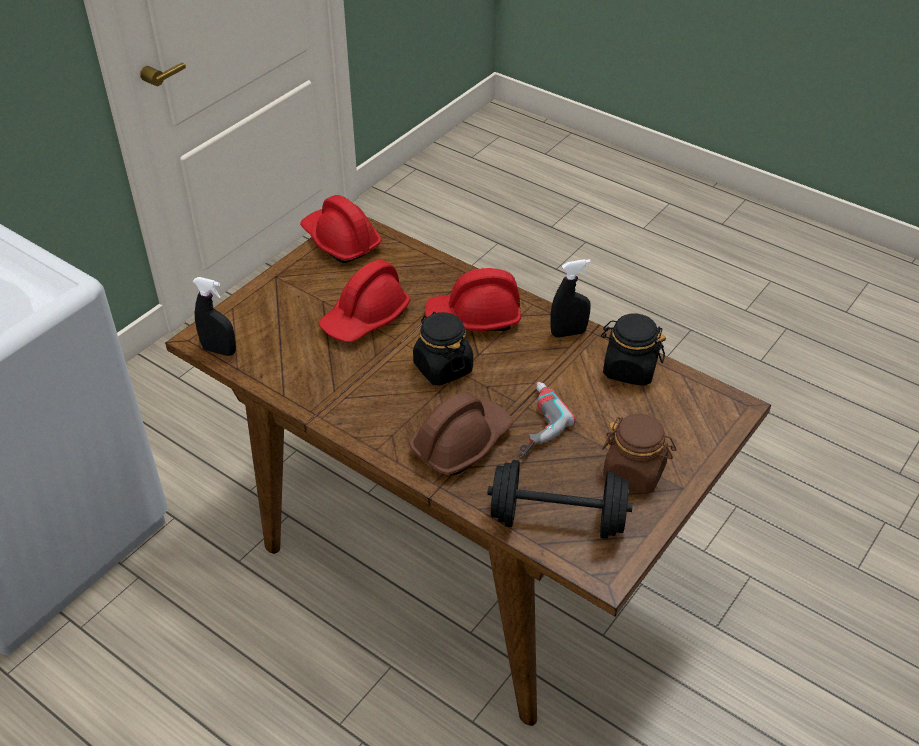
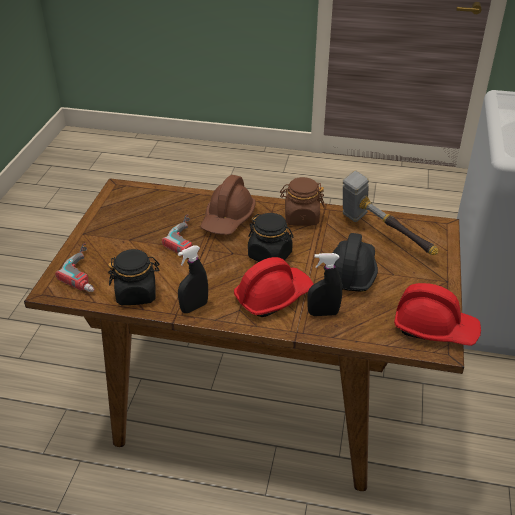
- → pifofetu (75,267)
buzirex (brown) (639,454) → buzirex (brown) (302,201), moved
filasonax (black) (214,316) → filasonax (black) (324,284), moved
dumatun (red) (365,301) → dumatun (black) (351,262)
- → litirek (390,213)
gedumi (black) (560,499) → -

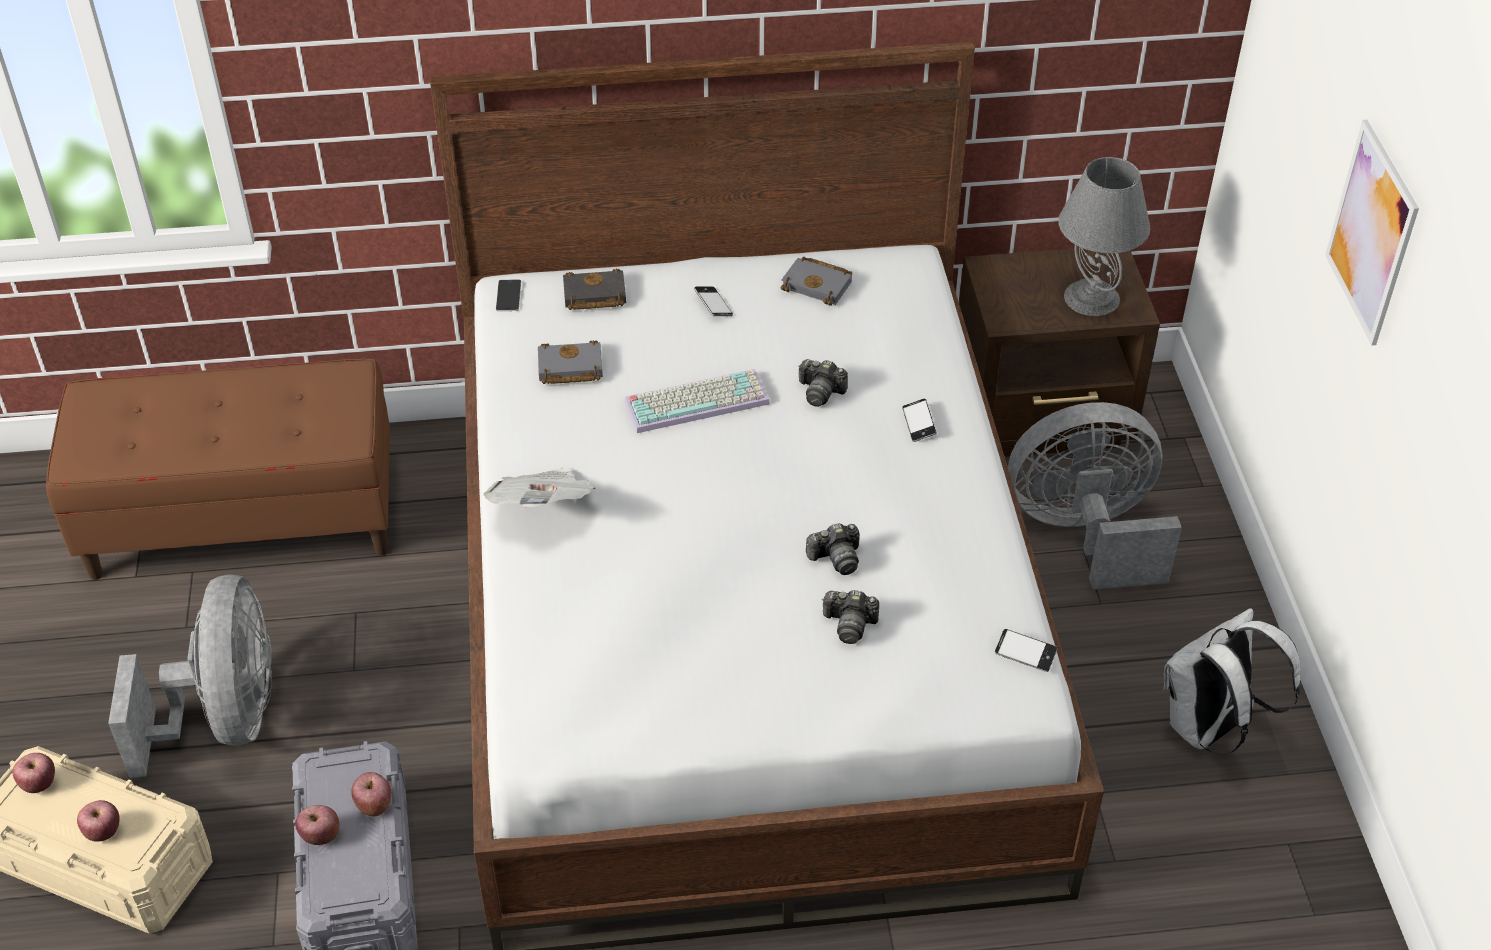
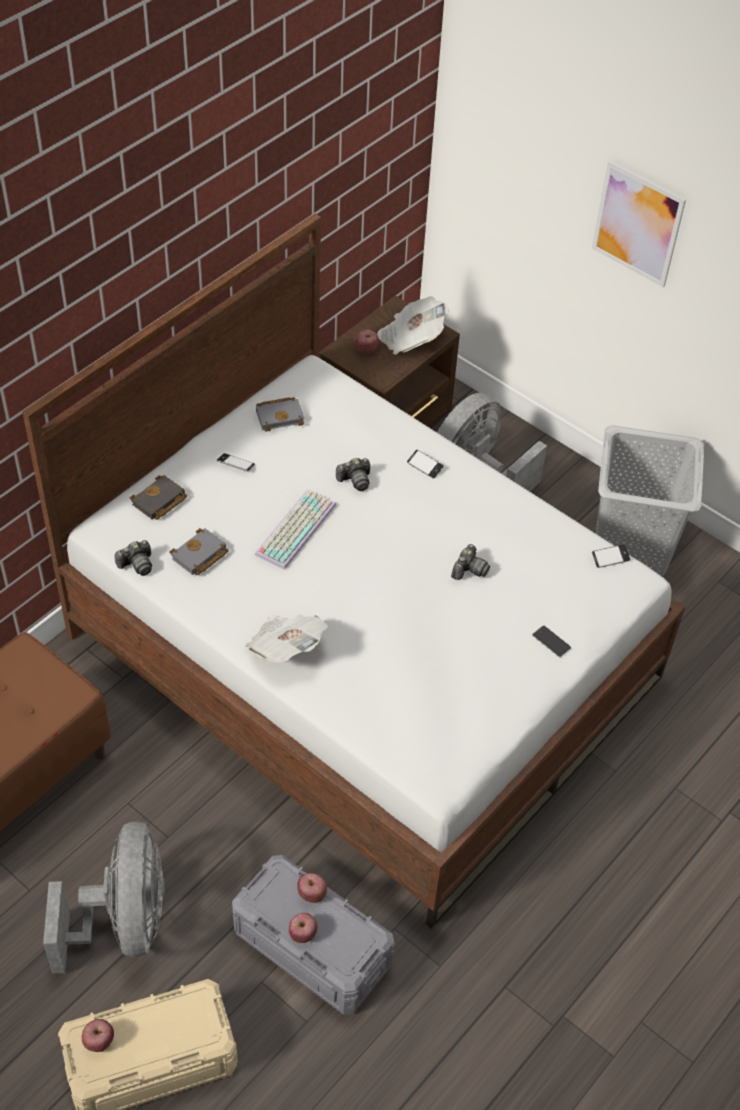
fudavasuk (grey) (190,676) → fudavasuk (grey) (104,897), 45 degrees clockwise
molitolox (850,617) → molitolox (133,558), moved
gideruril (98,821) → gideruril (367,342), moved
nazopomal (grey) (1104,236) → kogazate (413,325)
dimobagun (508,295) → dimobagun (551,641), moved
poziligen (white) (1231,681) → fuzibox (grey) (650,500)

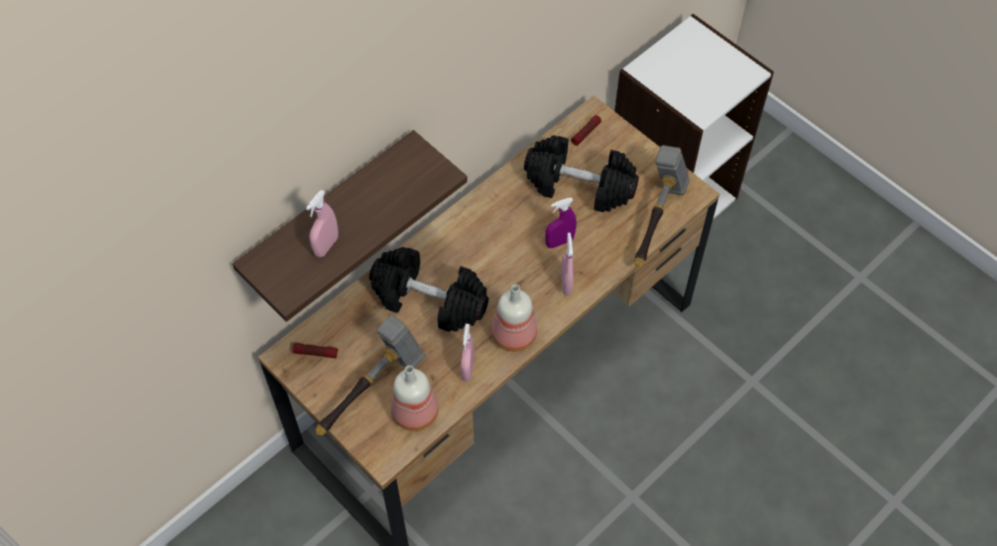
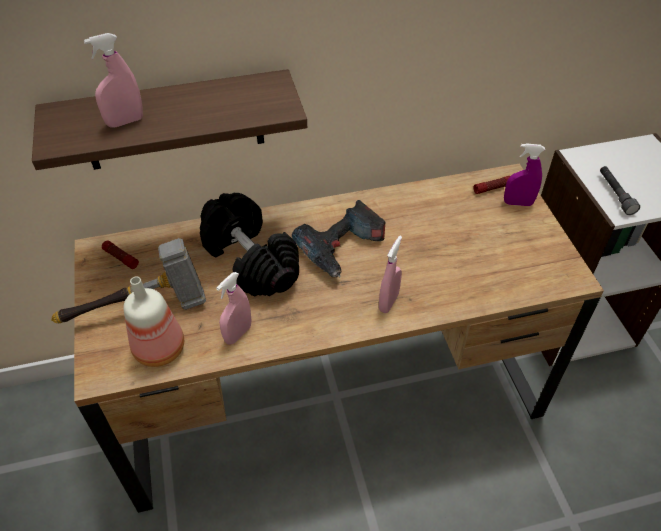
- → pifofetu (338,238)
filasonax (purple) (560,223) → filasonax (purple) (524,174), moved
- → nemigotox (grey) (620,190)
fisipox (514,318) → -
gedumi (black) (581,173) → -
litirek (662,206) → -

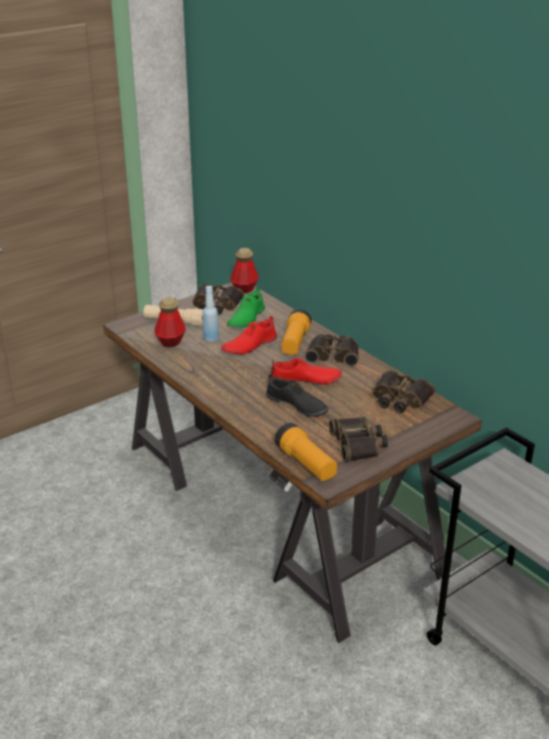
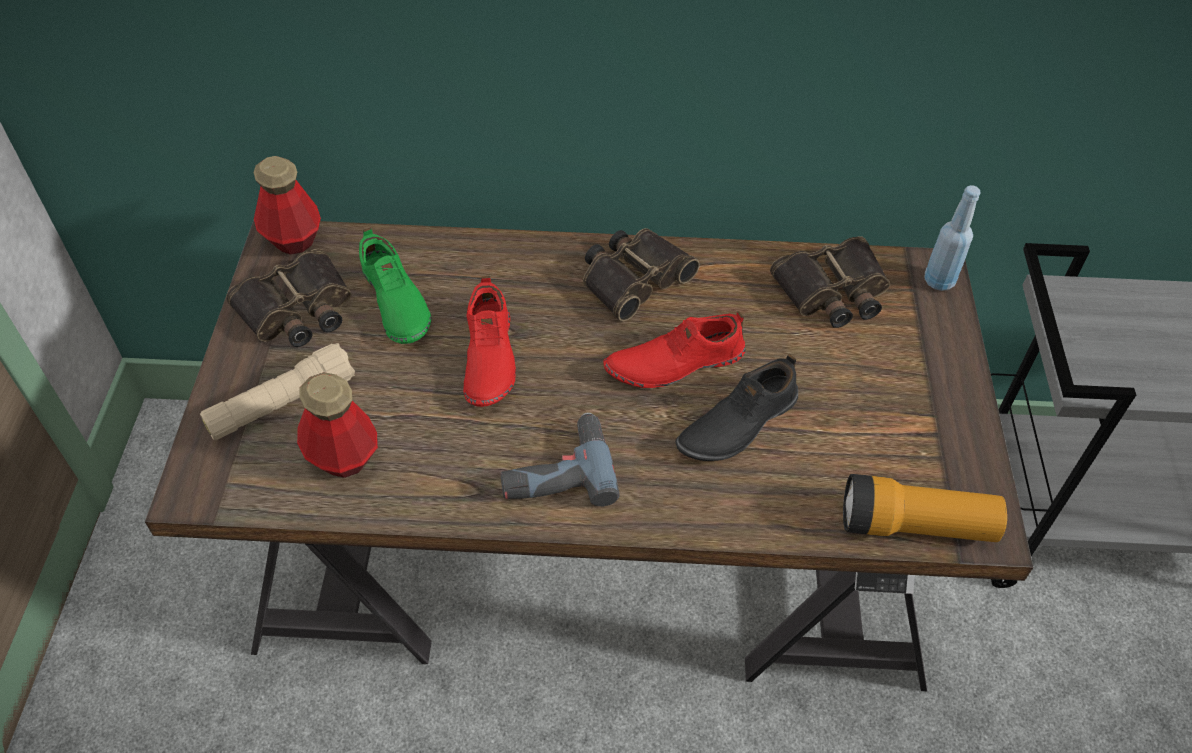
- → pifofetu (560,459)
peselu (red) (306,371) → peselu (red) (674,349), 150 degrees counterclockwise
peselu (black) (297,395) → peselu (black) (736,407), 150 degrees clockwise
fisipox (blue) (210,314) → fisipox (blue) (952,238), moved
nemigotox (296,332) → -
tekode (358,439) → -

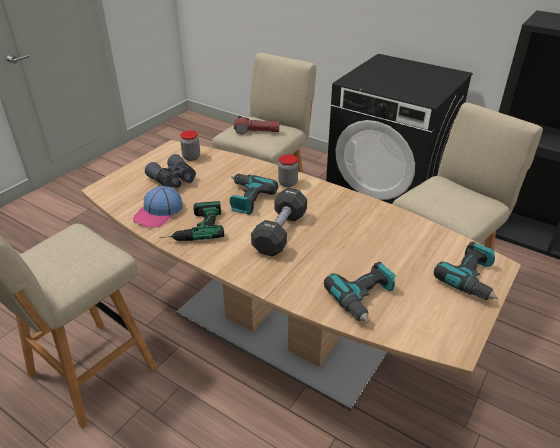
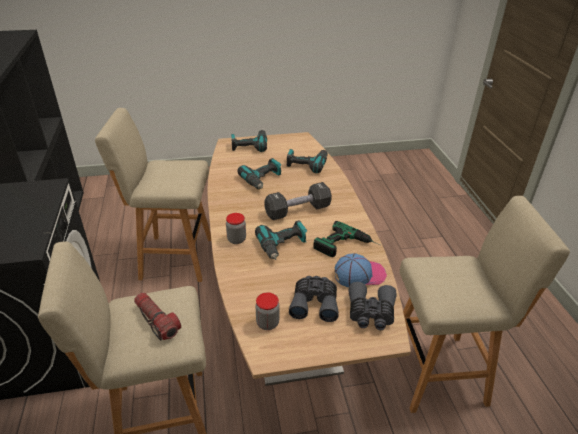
- → pifofetu (259,173)
- → tekode (grey) (372,306)

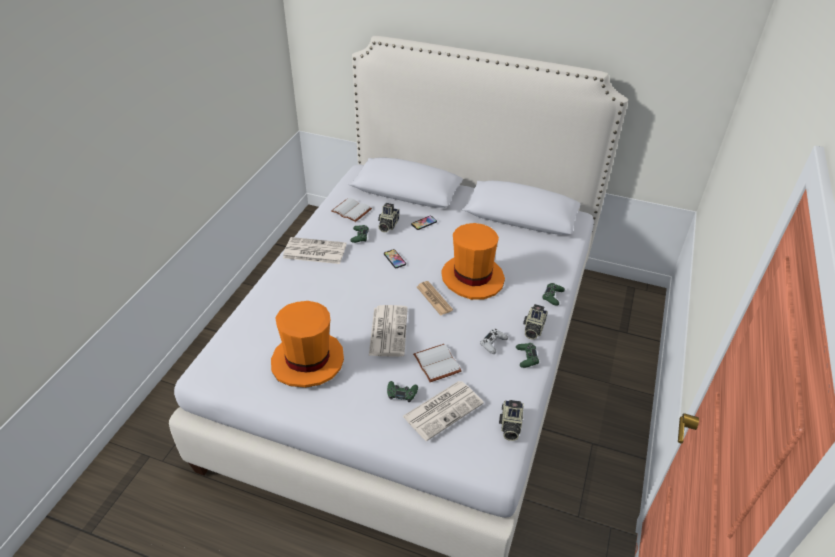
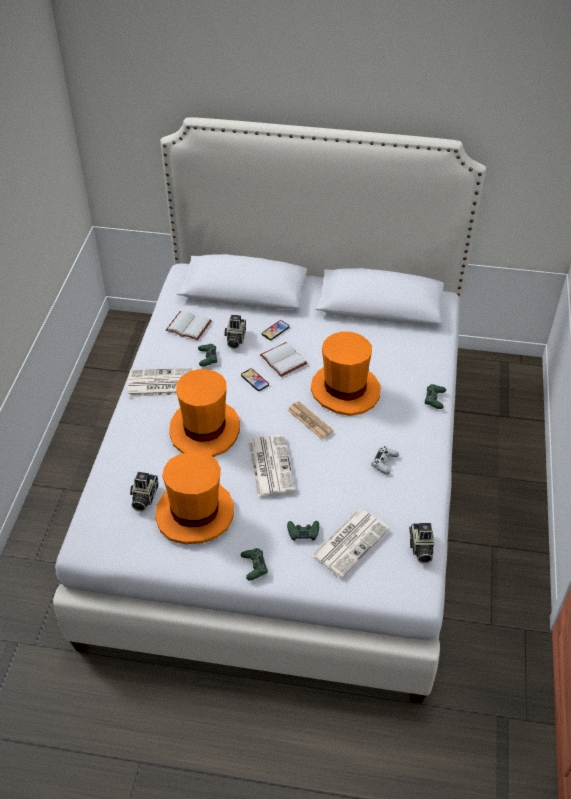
molitolox (535,321) → molitolox (144,491), moved
- → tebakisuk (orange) (204,413)
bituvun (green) (527,355) → bituvun (green) (254,564), moved
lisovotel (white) (437,363) → lisovotel (white) (283,359), moved

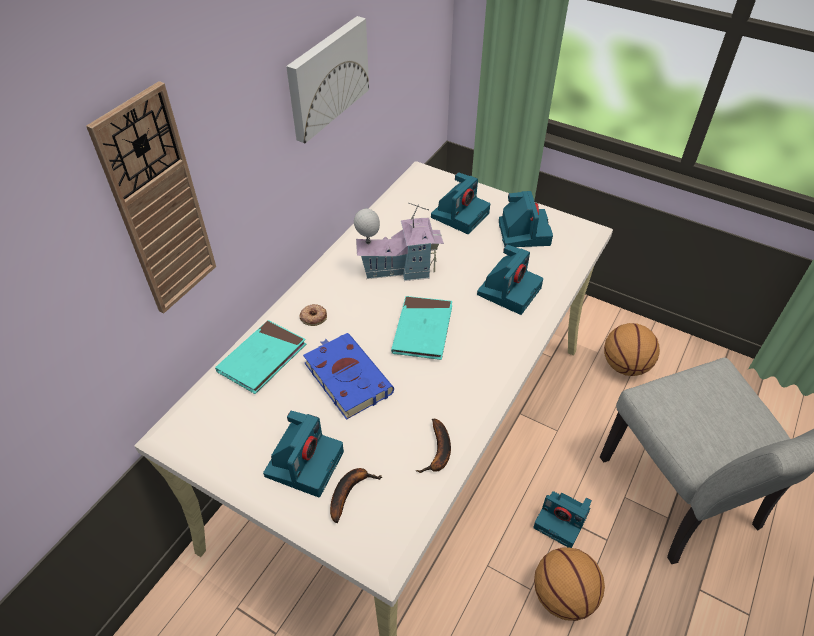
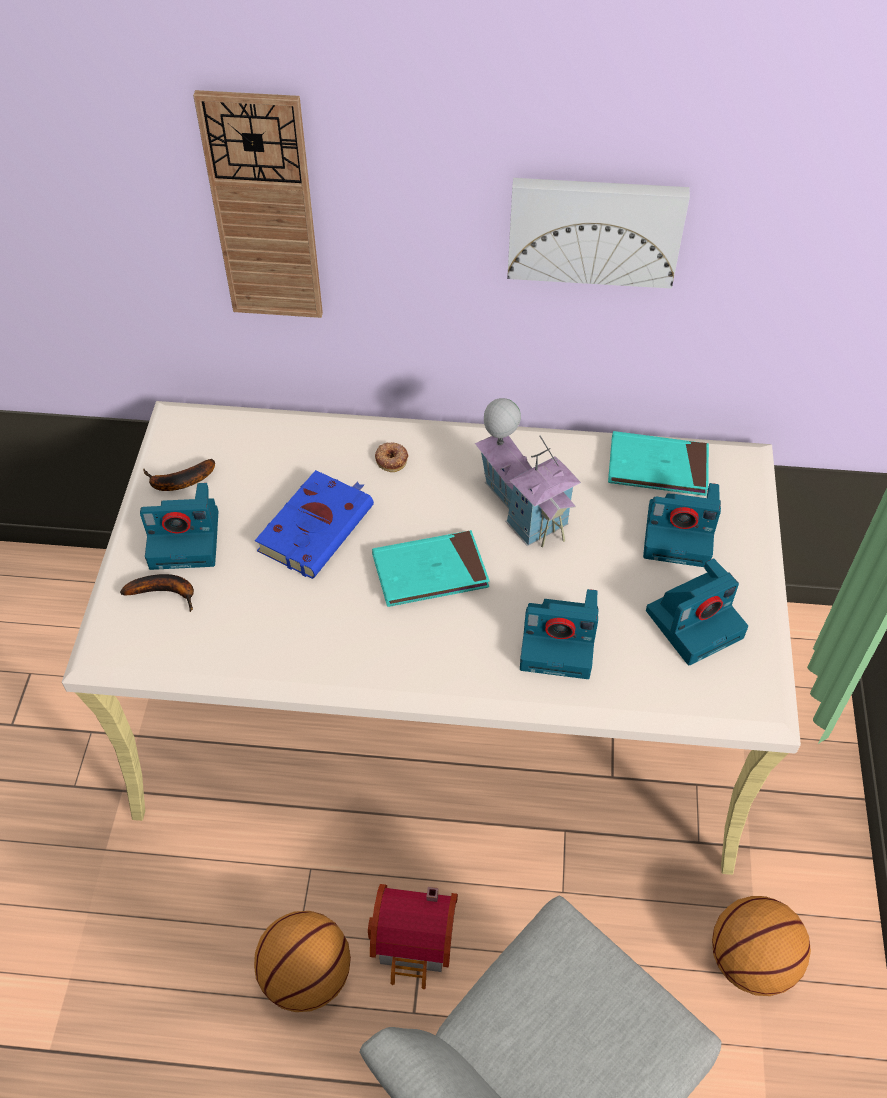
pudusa (433,445) → pudusa (179,475), moved
molitolox (562,519) → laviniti (413,937)
lisovotel (turquoise) (260,357) → lisovotel (turquoise) (658,463), moved

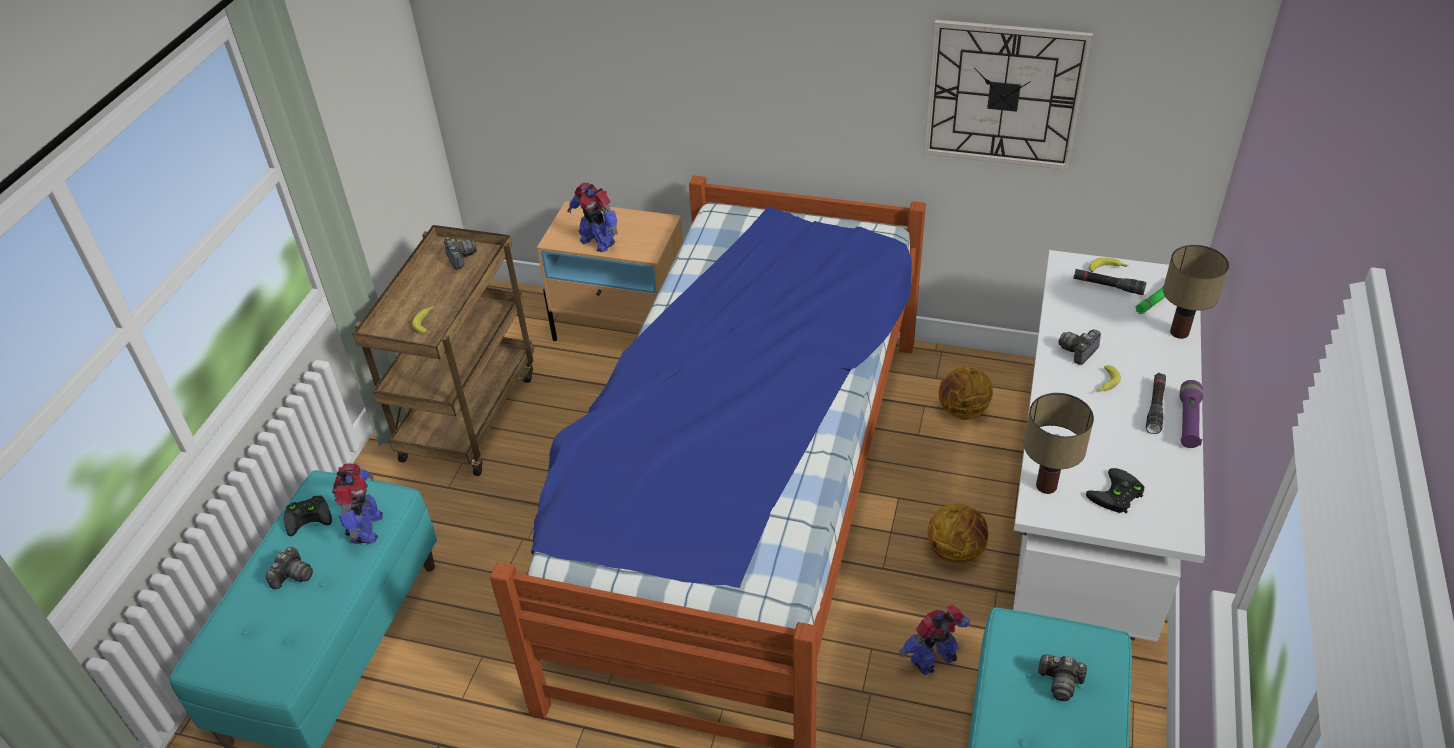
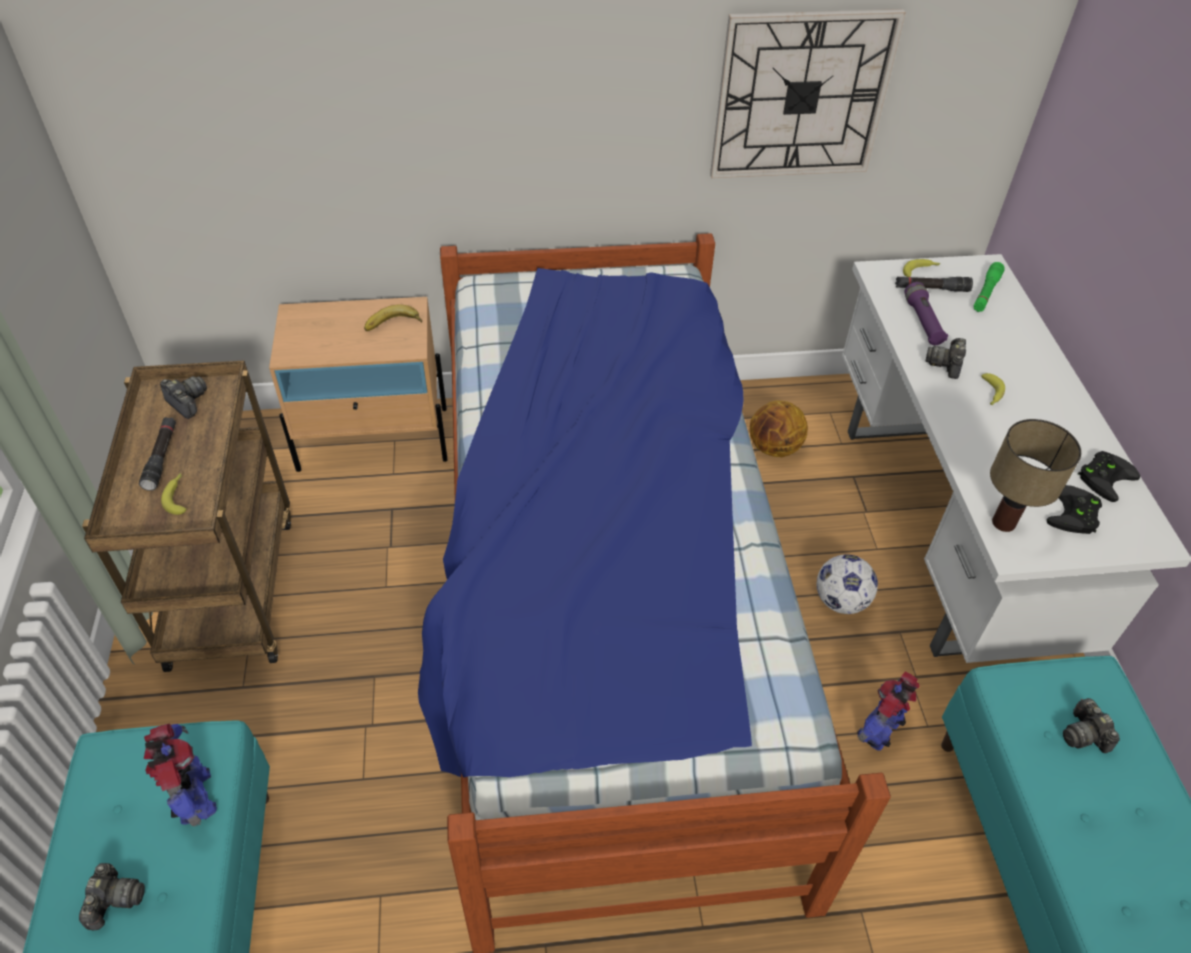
nemigotox (black) (1156,403) → nemigotox (black) (157,454), moved
- → pudusa (393,317)
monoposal (957,533) → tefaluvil (847,584)
nemigotox (purple) (1191,414) → nemigotox (purple) (926,313), moved
molitolox (1062,677) → molitolox (1091,725), 75 degrees clockwise
bituvun (black) (308,516) → bituvun (black) (1109,476), moved
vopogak (593,217) → -
nazopomal (1196,292) → -

